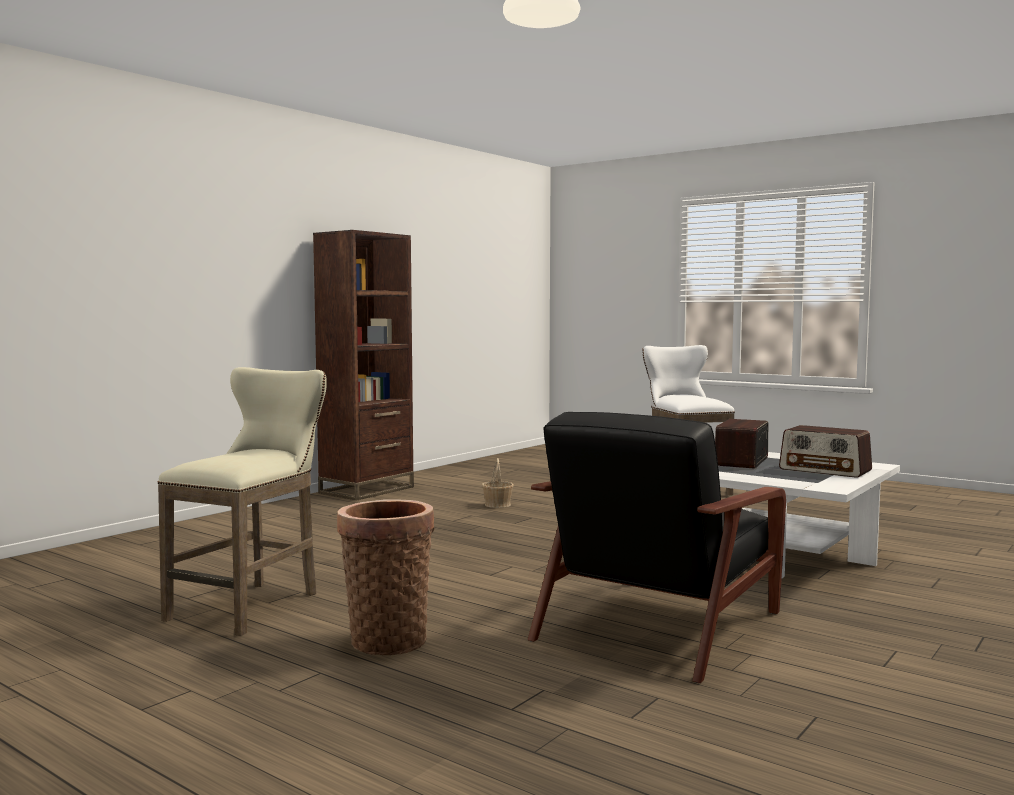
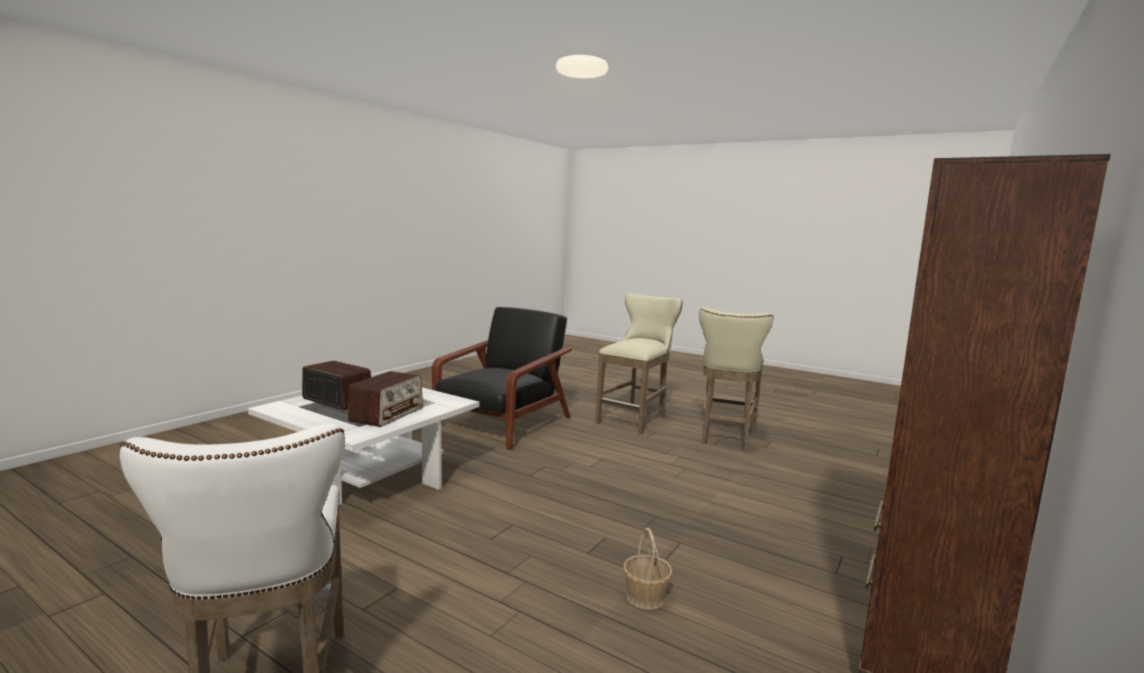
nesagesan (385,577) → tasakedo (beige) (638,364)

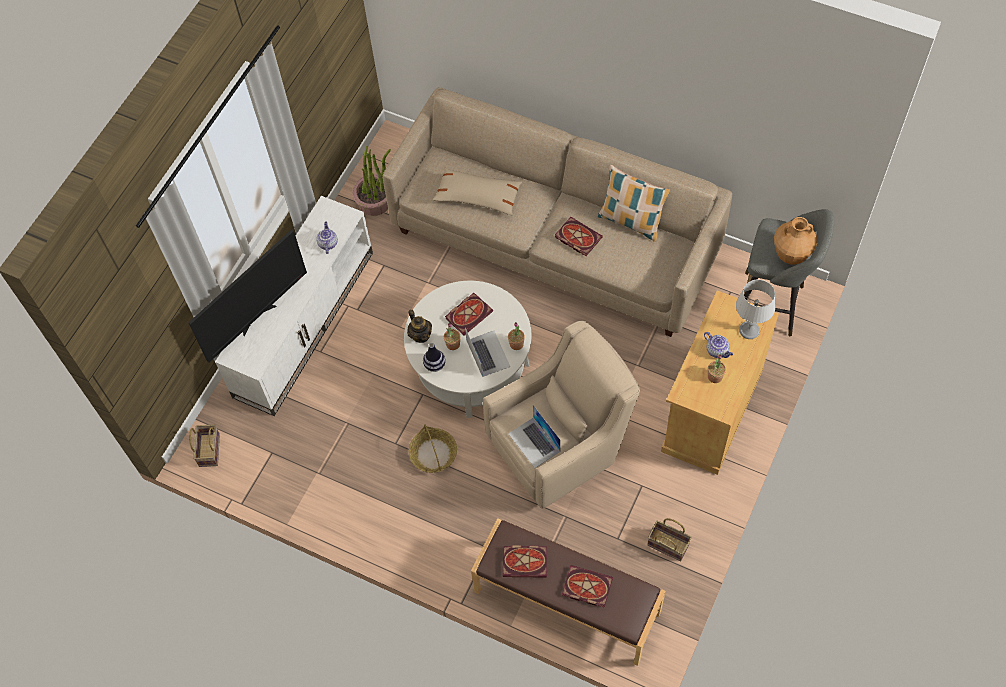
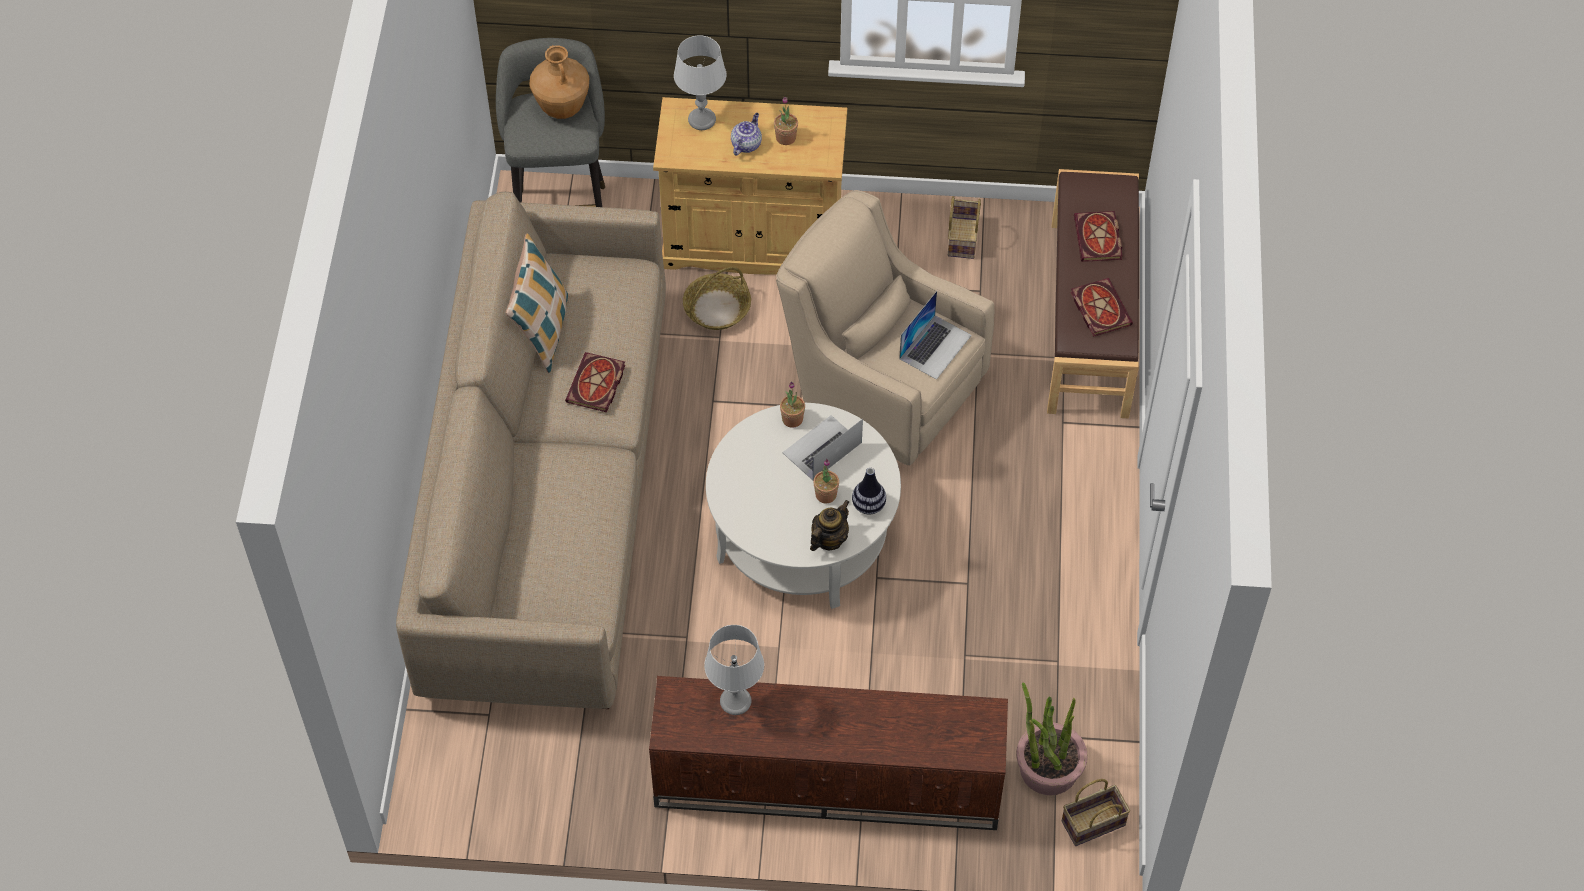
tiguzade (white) (294,306) → tiguzade (brown) (828,753)
nesagesan (433,448) → nesagesan (717,298), moved
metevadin (327,237) → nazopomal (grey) (734,670)
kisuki (371,181) → kisuki (1051,739), moved
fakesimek (247,296) → -
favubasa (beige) (477,191) → -
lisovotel (469,314) → -

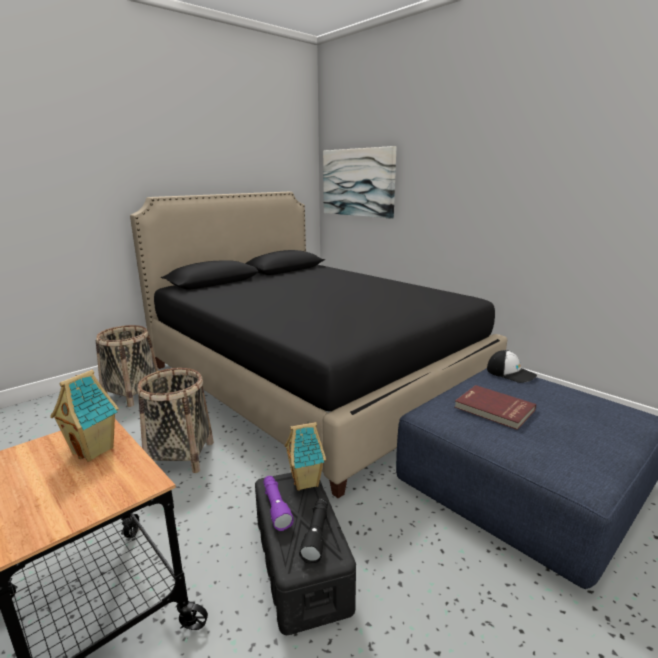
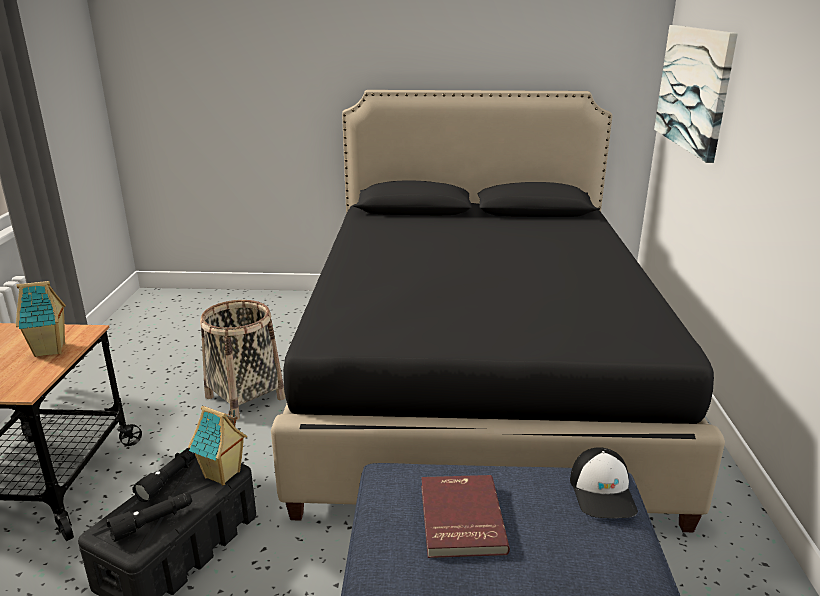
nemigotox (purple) (278,503) → nemigotox (black) (164,475)
nesagesan (127,366) → -

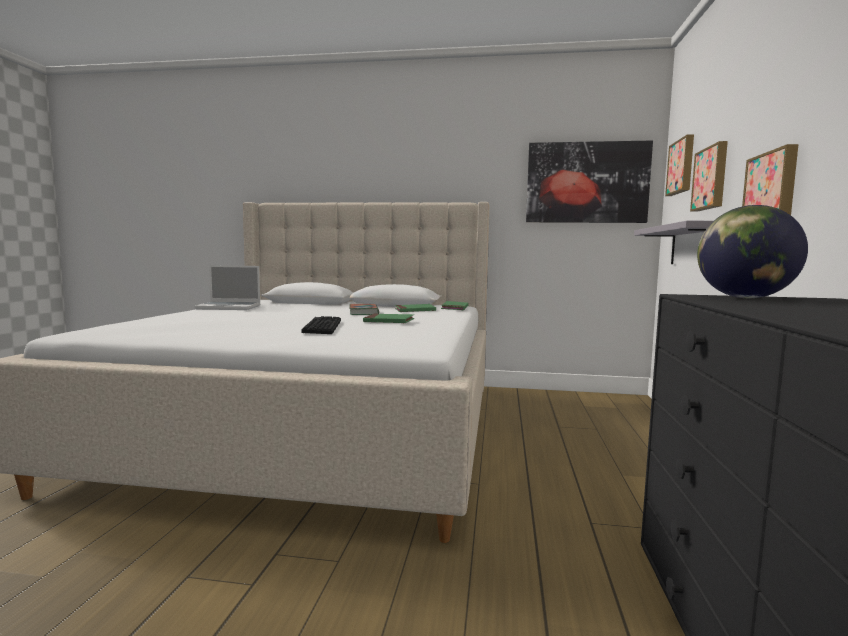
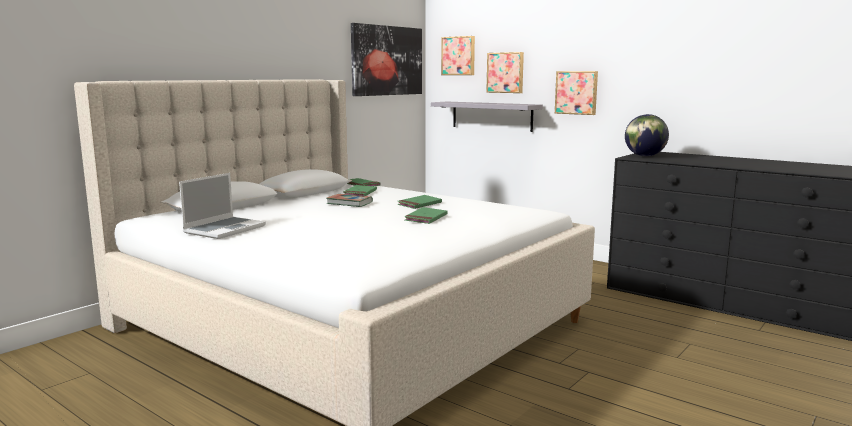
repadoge (321,325) → lisovotel (green) (425,215)

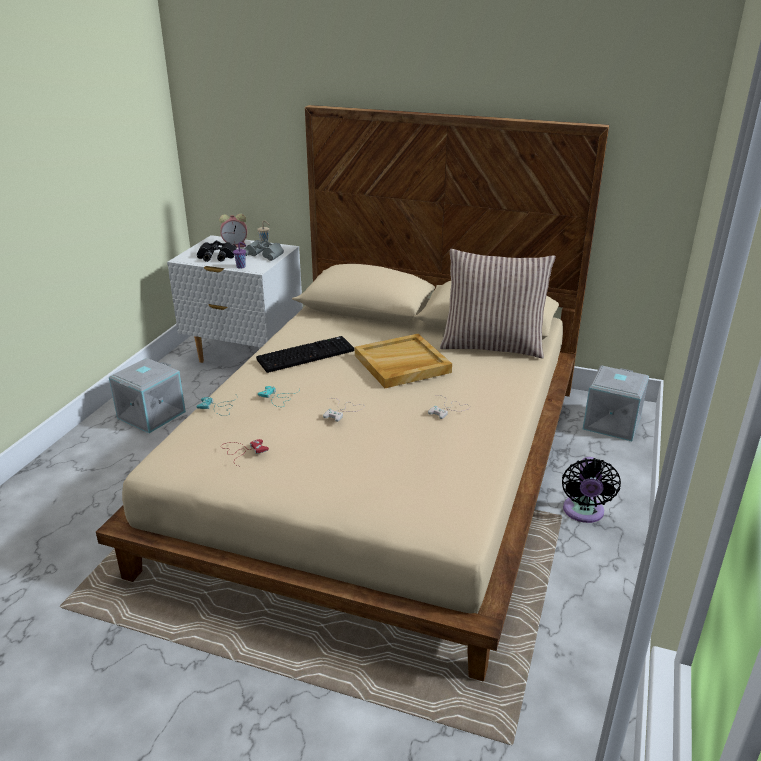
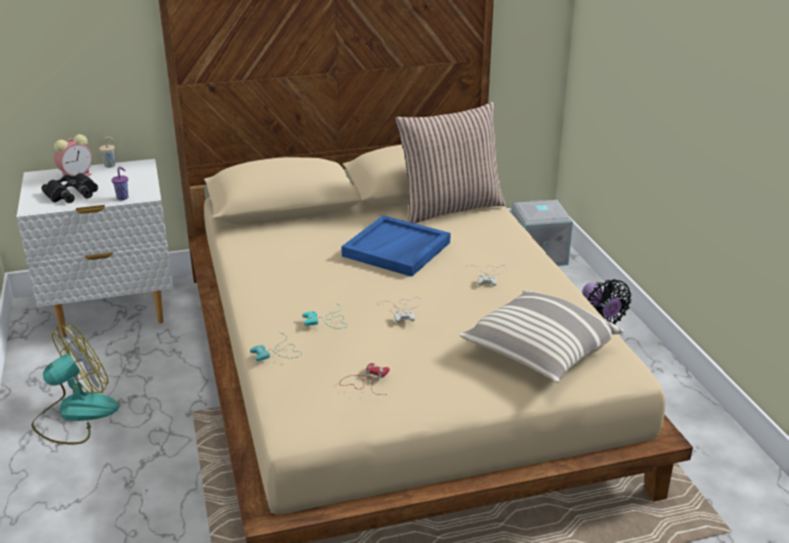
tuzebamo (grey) (147,395) → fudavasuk (75,384)
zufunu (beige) (403,361) → zufunu (blue) (396,246)
- → favubasa (541,336)
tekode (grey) (264,250) → -
repadoge (305,354) → -

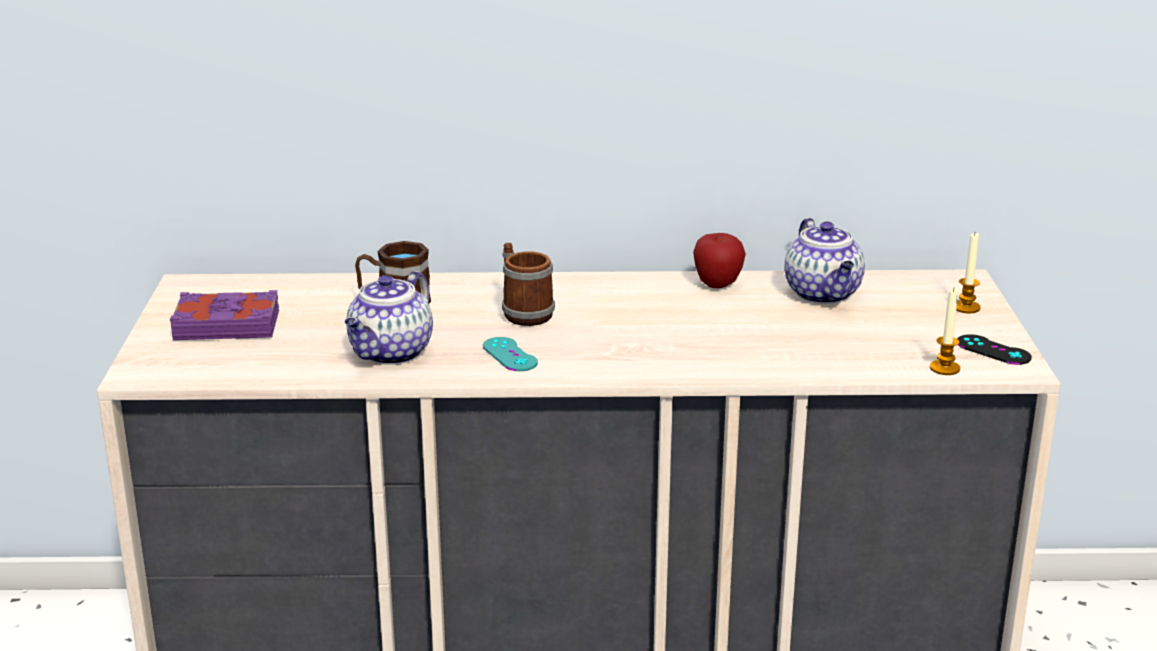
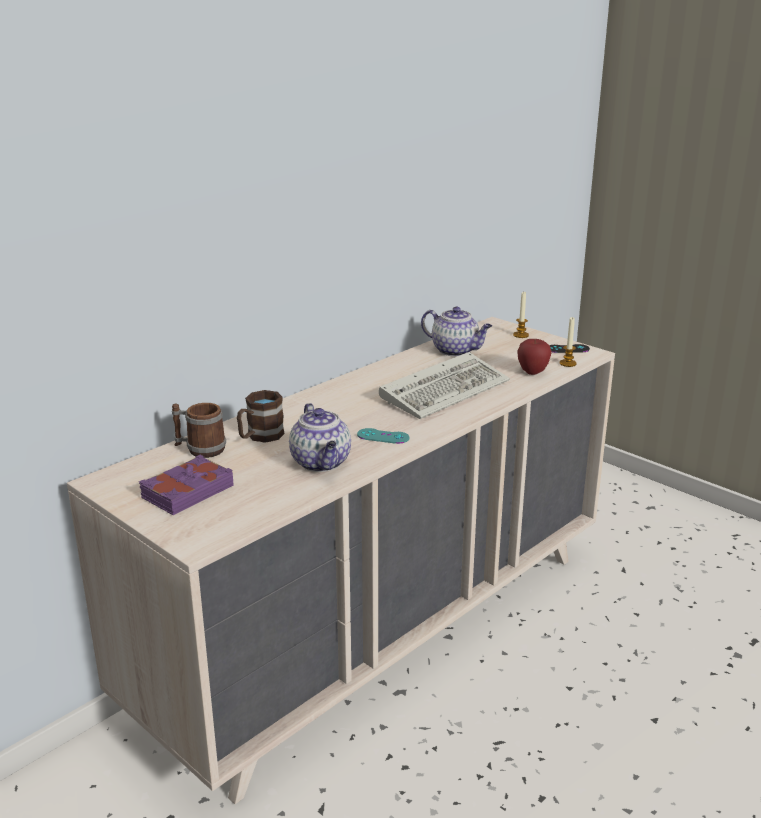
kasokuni (528,284) → kasokuni (199,430), moved
- → repadoge (444,385)
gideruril (719,260) → gideruril (534,357), moved

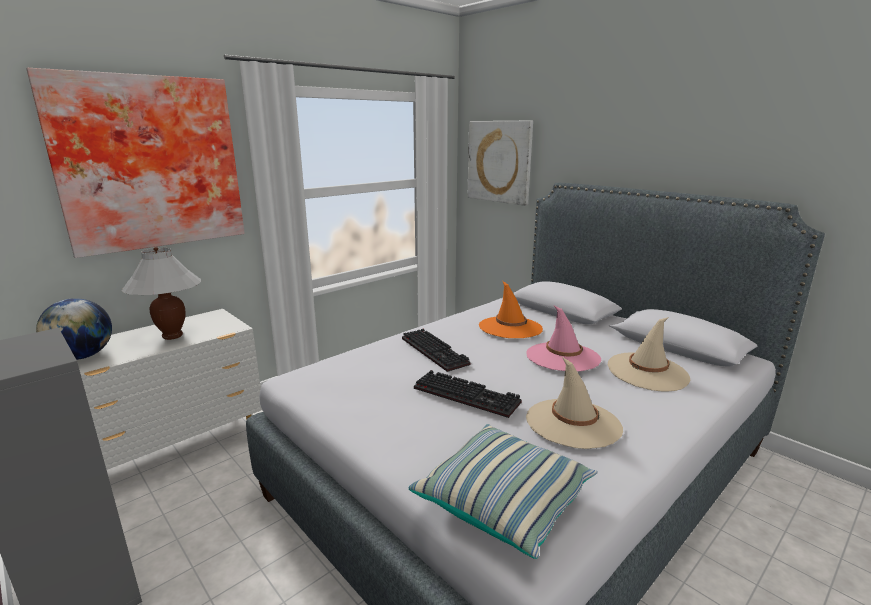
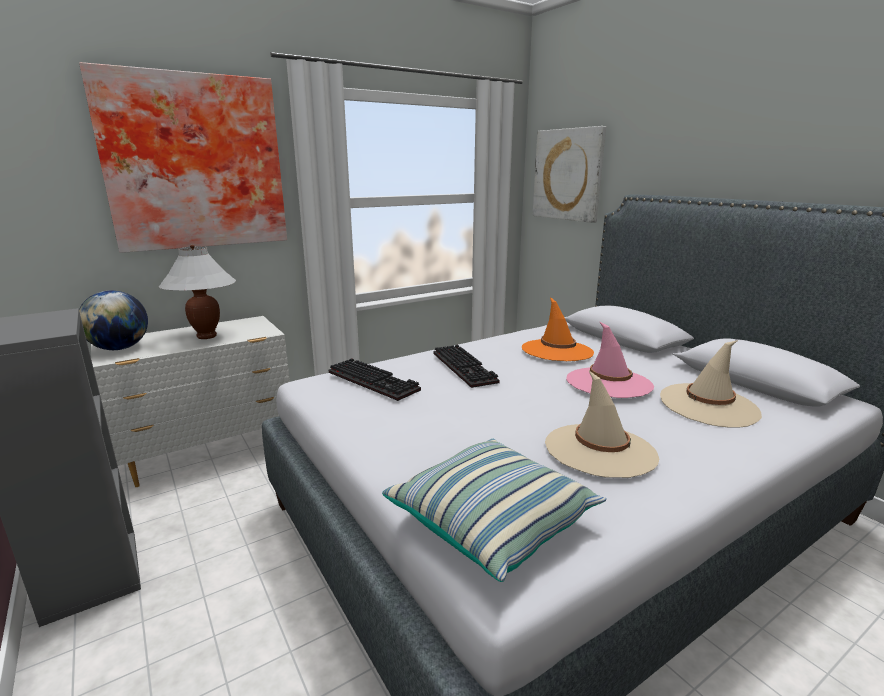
repadoge (468,394) → repadoge (375,379), moved

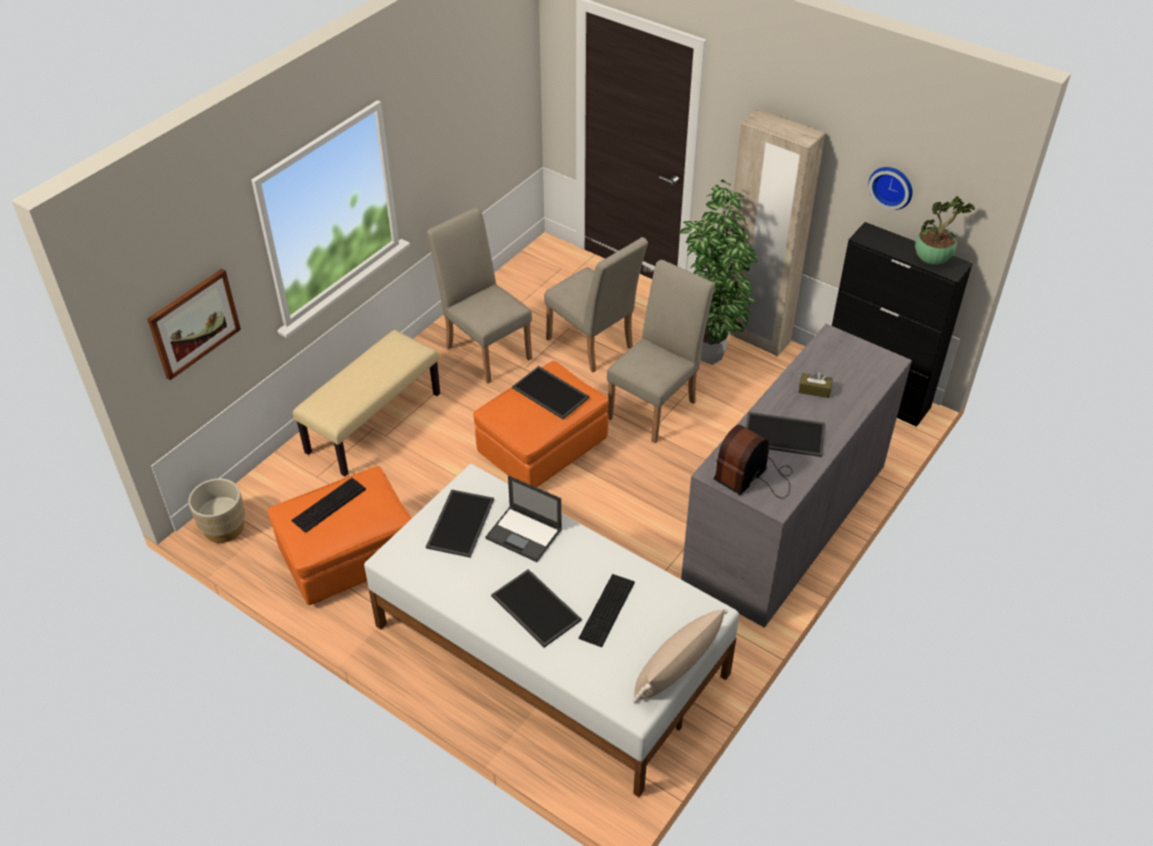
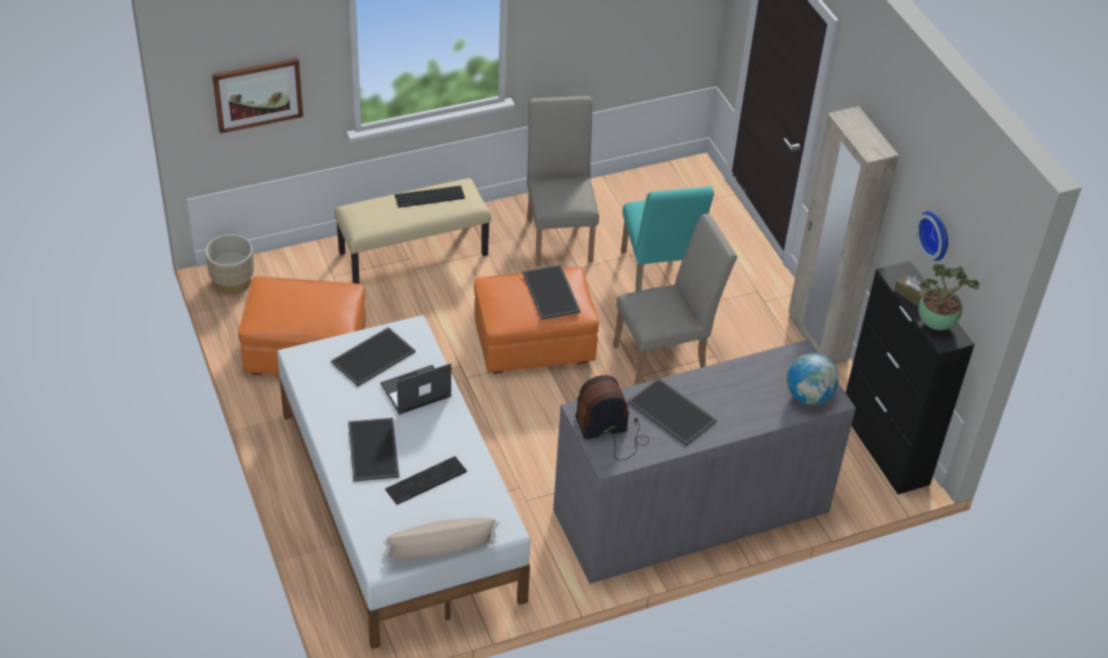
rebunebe (523,518) → rebunebe (416,389), 90 degrees clockwise
repadoge (328,505) → repadoge (430,196), moved
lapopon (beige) (596,304) → lapopon (turquoise) (667,239)
- → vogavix (813,379)
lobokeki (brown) (815,385) → lobokeki (brown) (912,290), moved
kisuki (718,272) → -

